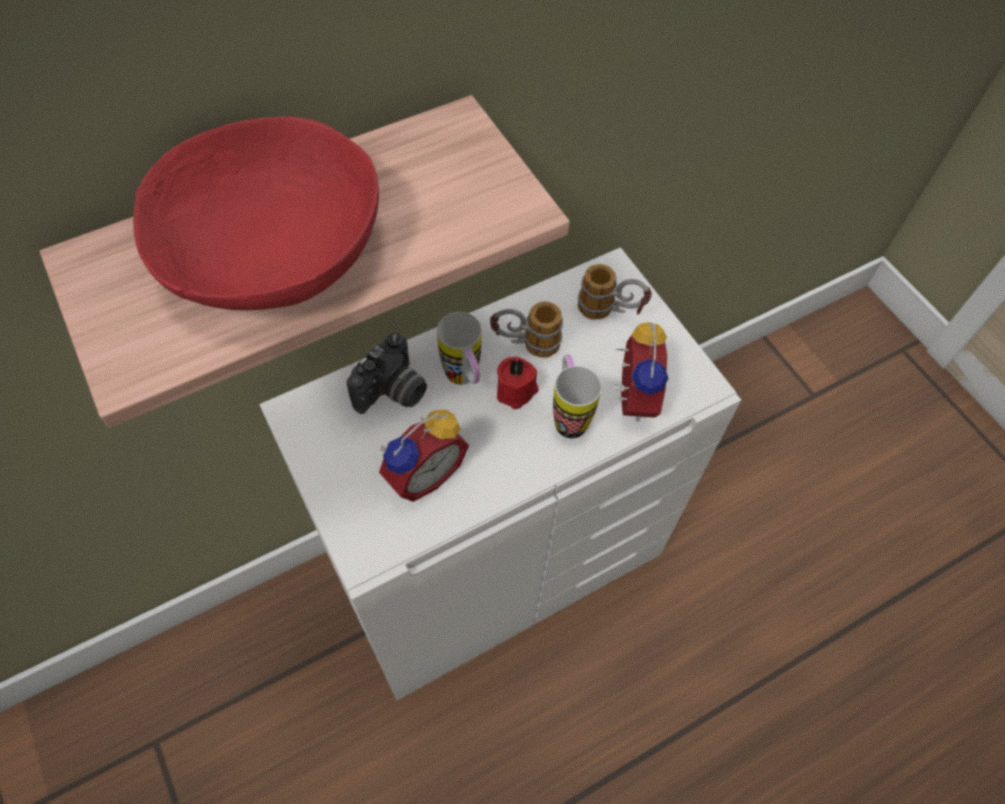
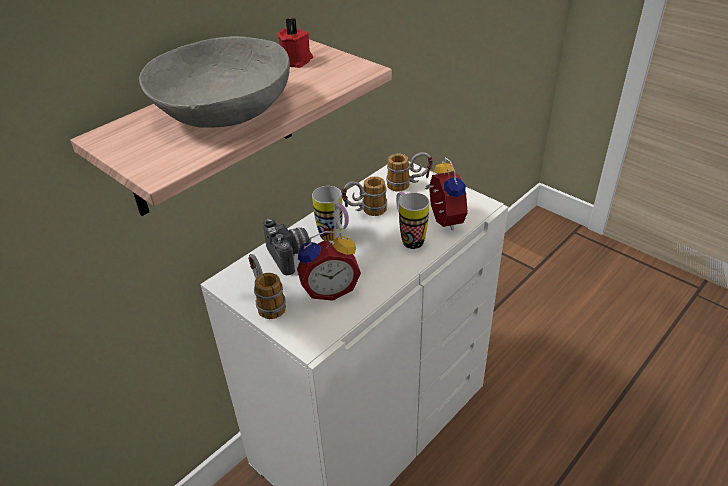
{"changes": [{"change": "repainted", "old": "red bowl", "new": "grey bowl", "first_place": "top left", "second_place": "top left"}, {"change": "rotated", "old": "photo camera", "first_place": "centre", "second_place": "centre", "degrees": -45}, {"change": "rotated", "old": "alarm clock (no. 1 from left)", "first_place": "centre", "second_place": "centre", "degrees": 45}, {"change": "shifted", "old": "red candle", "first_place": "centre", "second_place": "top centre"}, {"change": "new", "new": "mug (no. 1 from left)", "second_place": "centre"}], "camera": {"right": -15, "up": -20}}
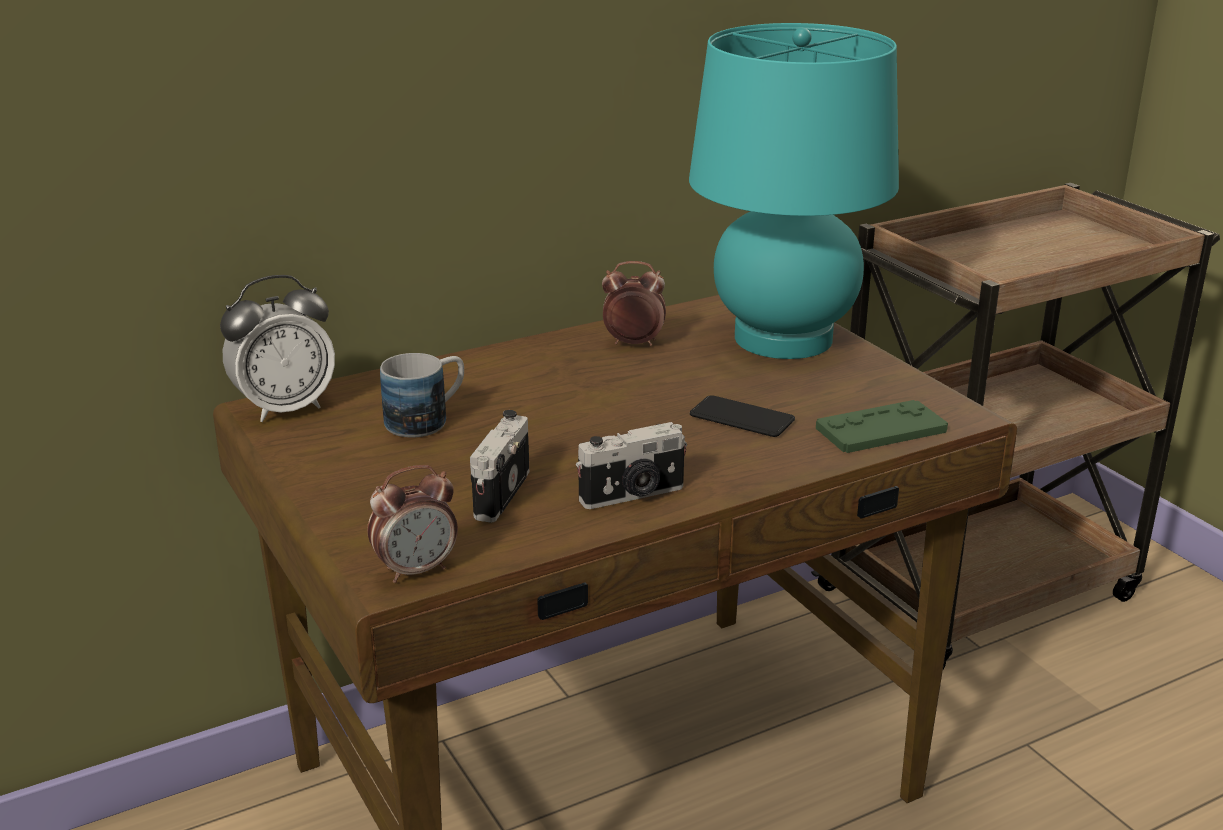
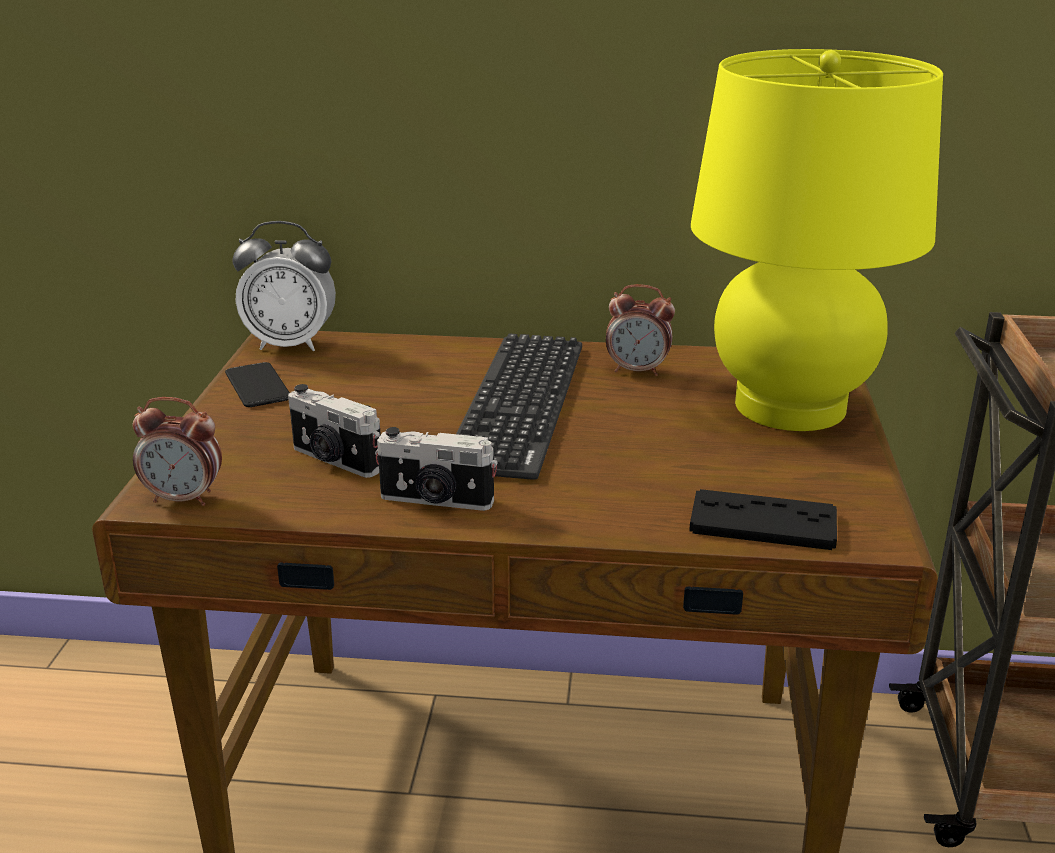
{"changes": [{"change": "gone", "old": "mug", "first_place": "centre"}, {"change": "rotated", "old": "photo camera (no. 1 from left)", "first_place": "centre", "second_place": "middle left", "degrees": -105}, {"change": "rotated", "old": "alarm clock (no. 3 from left)", "first_place": "centre", "second_place": "centre", "degrees": 150}, {"change": "repainted", "old": "turquoise table lamp", "new": "yellow table lamp", "first_place": "top centre", "second_place": "top right"}, {"change": "shifted", "old": "phone", "first_place": "centre", "second_place": "middle left"}, {"change": "repainted", "old": "green game controller", "new": "black game controller", "first_place": "middle right", "second_place": "middle right"}, {"change": "new", "new": "keyboard", "second_place": "centre"}], "camera": {"right": 35, "up": 0}}
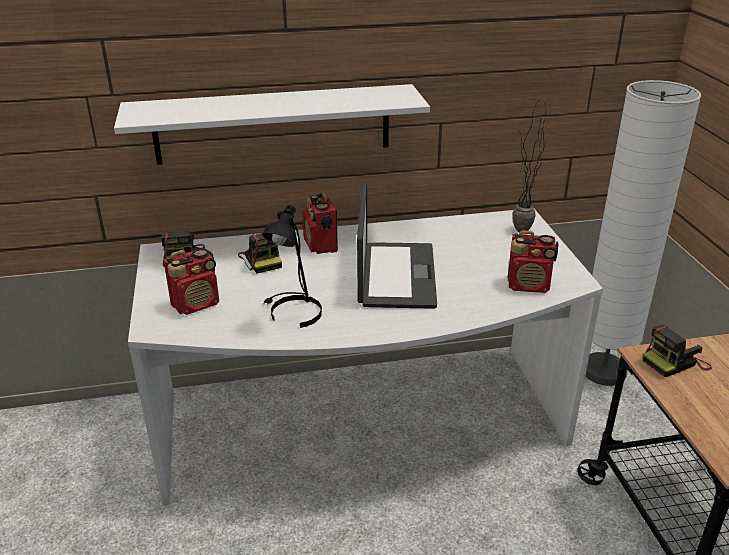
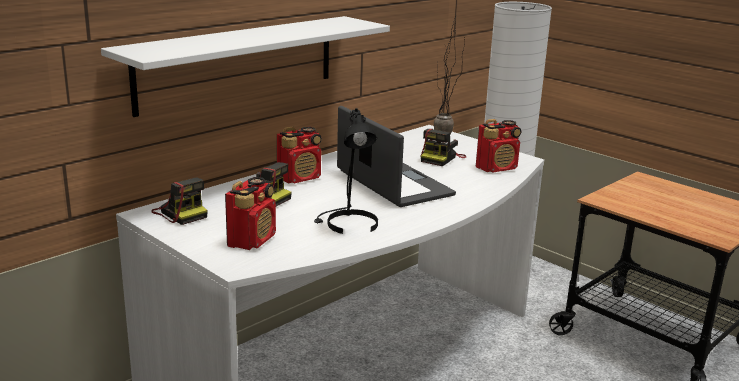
{"changes": [{"change": "rotated", "old": "radio (no. 2 from left)", "first_place": "centre", "second_place": "centre", "degrees": -75}, {"change": "shifted", "old": "photo camera (no. 3 from left)", "first_place": "middle right", "second_place": "centre"}], "camera": {"right": -35, "up": -10}}
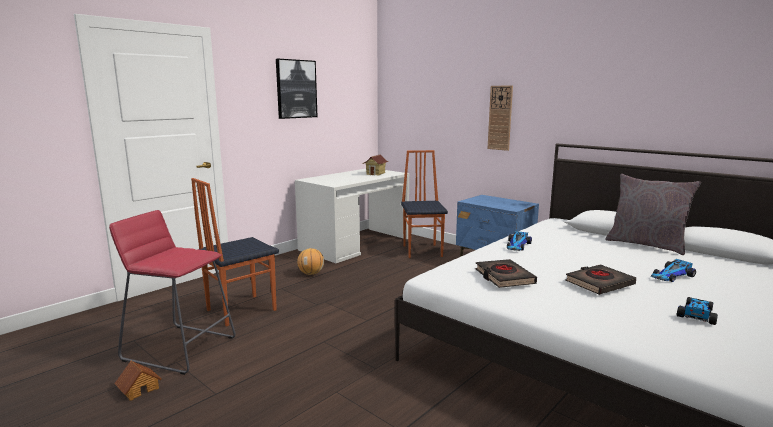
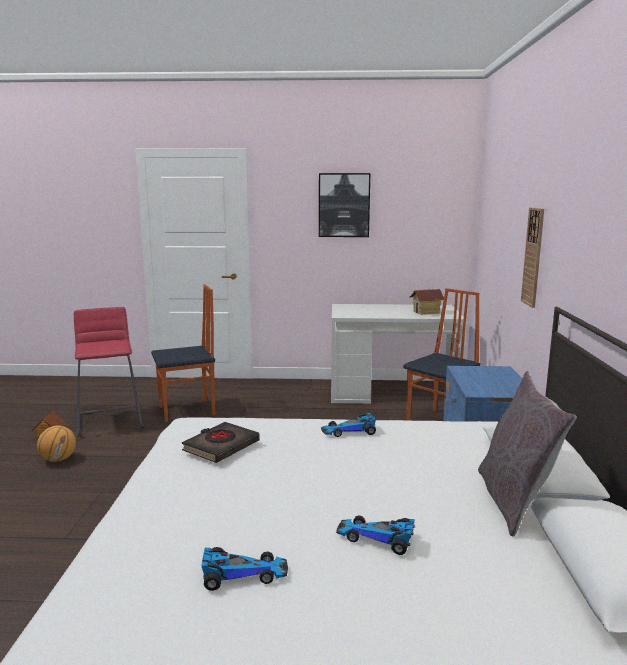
{"changes": [{"change": "rotated", "old": "chair (no. 1 from left)", "first_place": "middle left", "second_place": "middle left", "degrees": 150}, {"change": "shifted", "old": "basketball", "first_place": "centre", "second_place": "middle left"}, {"change": "gone", "old": "black book (no. 2 from left)", "first_place": "middle right"}], "camera": {"right": 50, "up": 0}}
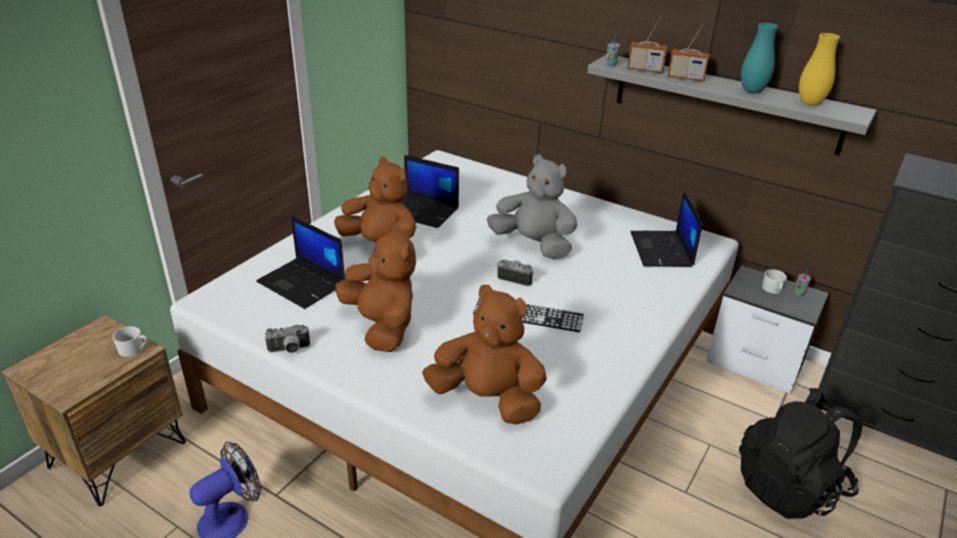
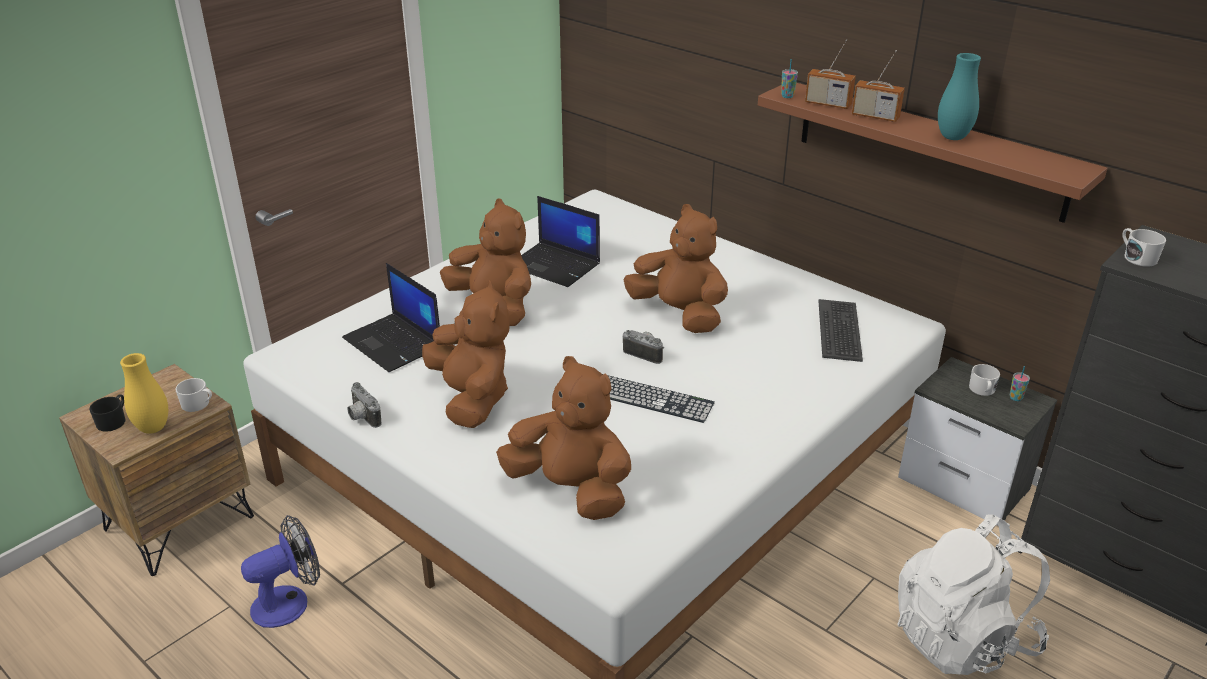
{"changes": [{"change": "rotated", "old": "photo camera (no. 1 from left)", "first_place": "middle left", "second_place": "middle left", "degrees": 60}, {"change": "repainted", "old": "grey plush toy", "new": "brown plush toy (no. 4 from left)", "first_place": "centre", "second_place": "centre"}, {"change": "repainted", "old": "grey shelf", "new": "brown shelf", "first_place": "top right", "second_place": "top right"}, {"change": "swapped", "old": "laptop (no. 3 from left)", "new": "keyboard (no. 2 from left)", "first_place": "middle right", "second_place": "middle right"}, {"change": "repainted", "old": "black backpack", "new": "white backpack", "first_place": "bottom right", "second_place": "bottom right"}, {"change": "shifted", "old": "yellow vase", "first_place": "top right", "second_place": "middle left"}, {"change": "new", "new": "black mug", "second_place": "middle left"}, {"change": "new", "new": "white mug (no. 3 from left)", "second_place": "middle right"}], "camera": {"right": 10, "up": 0}}
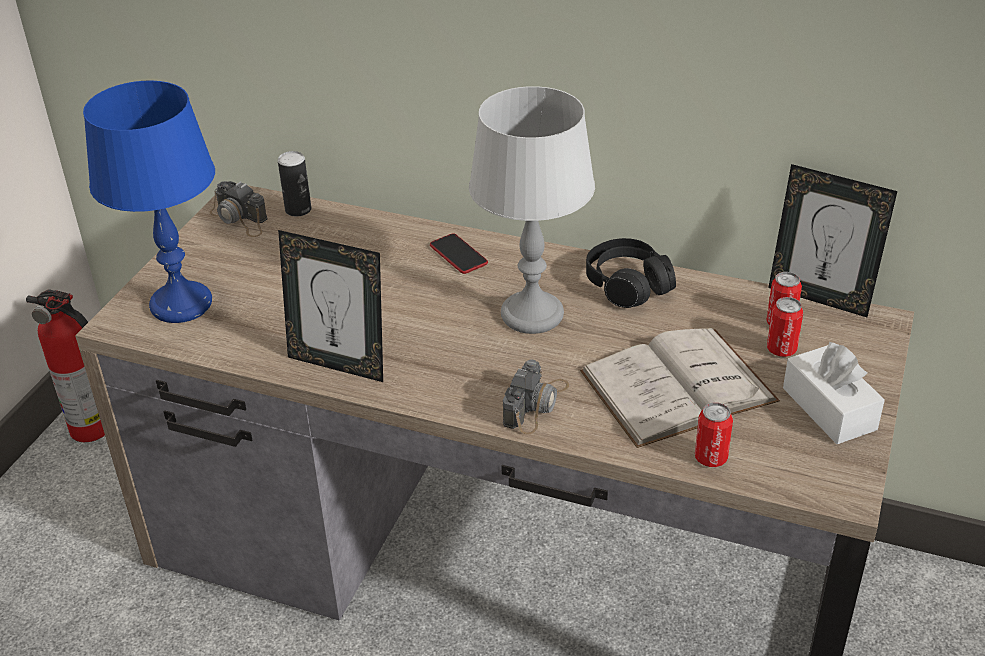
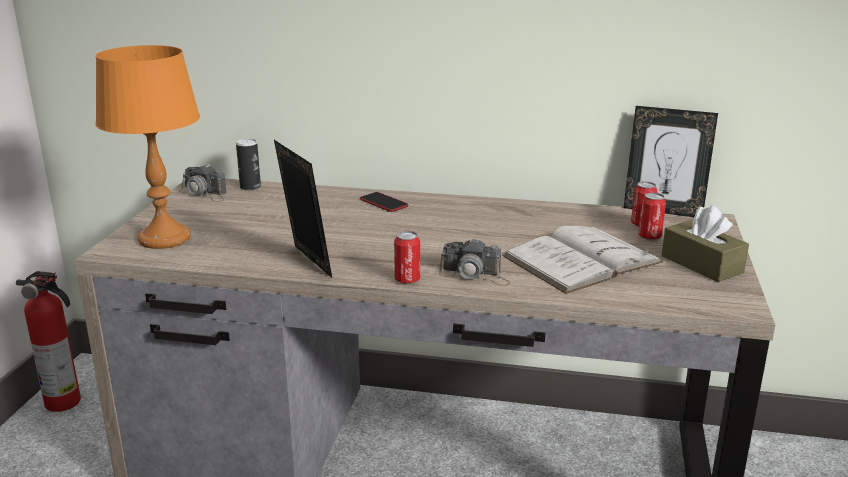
{"changes": [{"change": "repainted", "old": "blue table lamp", "new": "orange table lamp", "first_place": "top left", "second_place": "top left"}, {"change": "rotated", "old": "picture frame (no. 1 from left)", "first_place": "centre", "second_place": "centre", "degrees": -135}, {"change": "gone", "old": "grey table lamp", "first_place": "top centre"}, {"change": "rotated", "old": "photo camera (no. 2 from left)", "first_place": "centre", "second_place": "centre", "degrees": 90}, {"change": "gone", "old": "black headphones", "first_place": "centre"}, {"change": "shifted", "old": "can (no. 2 from left)", "first_place": "middle right", "second_place": "centre"}, {"change": "repainted", "old": "white tissue box", "new": "brown tissue box", "first_place": "middle right", "second_place": "middle right"}], "camera": {"right": -10, "up": -15}}
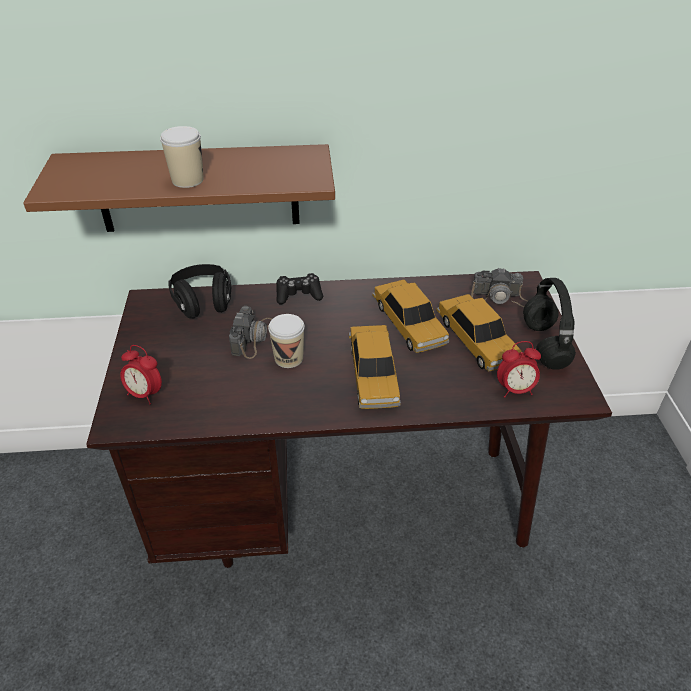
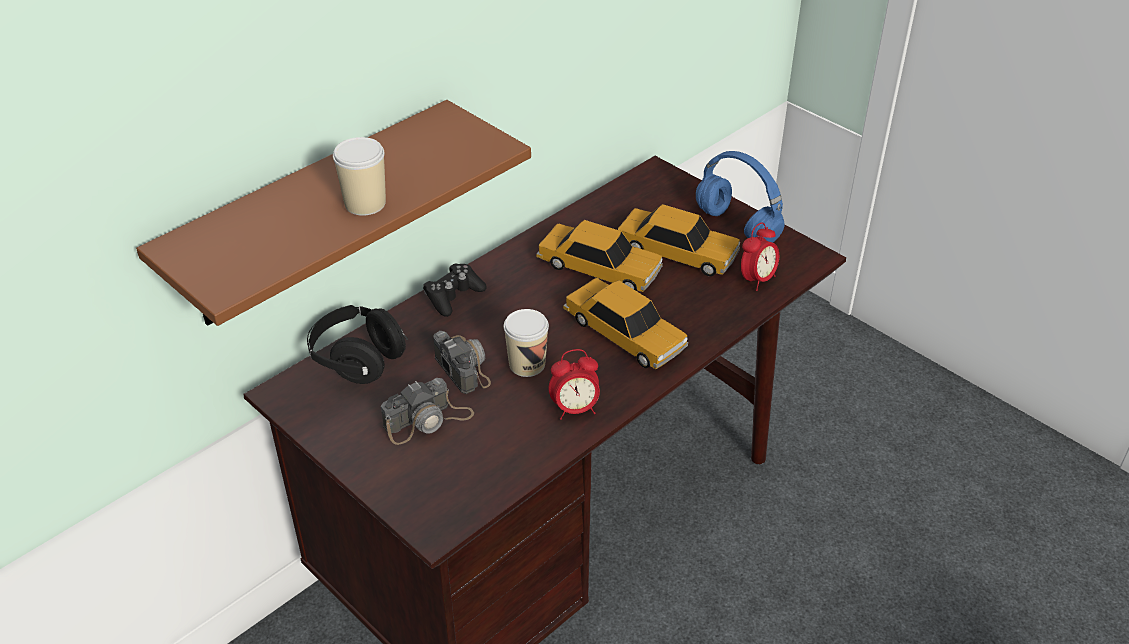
{"changes": [{"change": "shifted", "old": "alarm clock (no. 1 from left)", "first_place": "middle left", "second_place": "centre"}, {"change": "shifted", "old": "photo camera (no. 2 from left in the first image)", "new": "photo camera (no. 1 from left)", "first_place": "middle right", "second_place": "centre"}, {"change": "repainted", "old": "black headphones (no. 2 from left)", "new": "blue headphones", "first_place": "middle right", "second_place": "top centre"}], "camera": {"right": -40, "up": 0}}
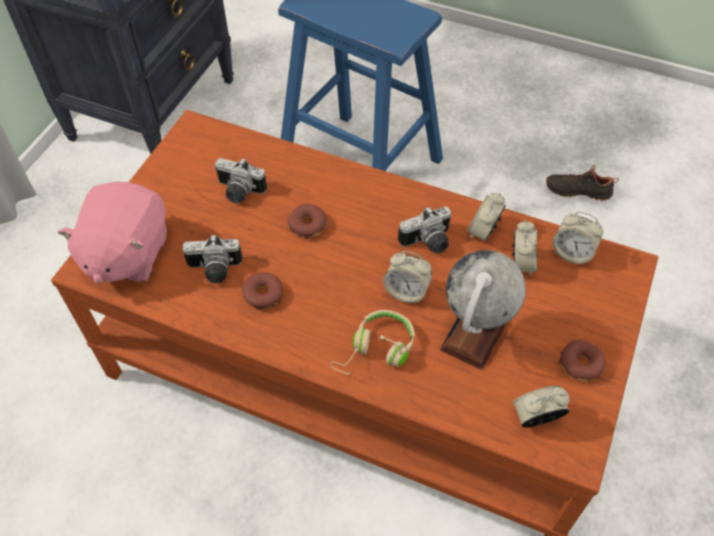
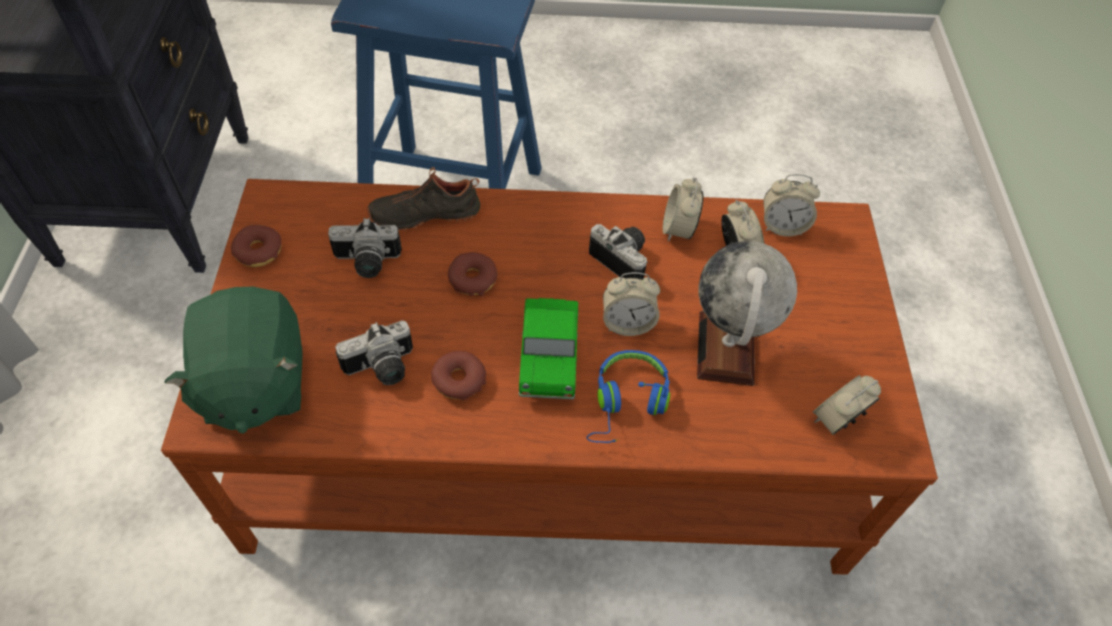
{"changes": [{"change": "repainted", "old": "pink plush toy", "new": "green plush toy", "first_place": "middle left", "second_place": "middle left"}, {"change": "repainted", "old": "beige headphones", "new": "blue headphones", "first_place": "centre", "second_place": "centre"}, {"change": "rotated", "old": "photo camera (no. 3 from left)", "first_place": "centre", "second_place": "centre", "degrees": -90}, {"change": "shifted", "old": "black shoe", "first_place": "middle right", "second_place": "top centre"}, {"change": "shifted", "old": "donut (no. 3 from left in the first image)", "new": "donut (no. 1 from left)", "first_place": "bottom right", "second_place": "middle left"}, {"change": "new", "new": "toy car", "second_place": "centre"}], "camera": {"right": -25, "up": 0}}
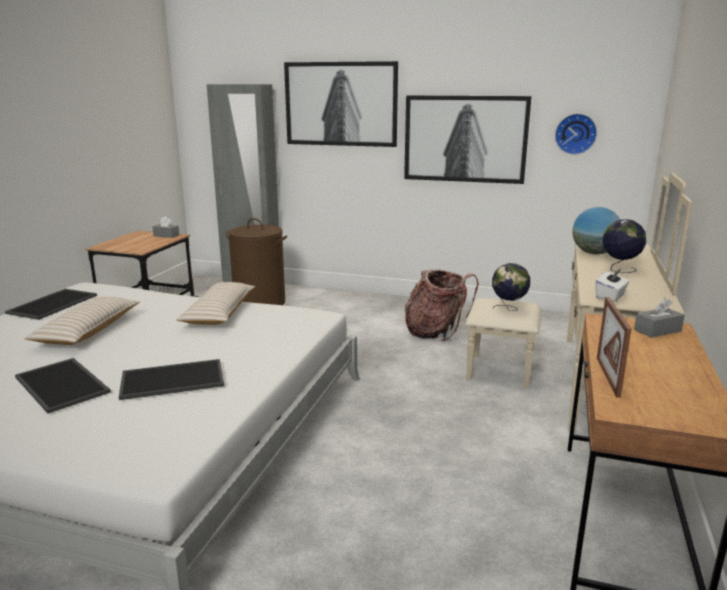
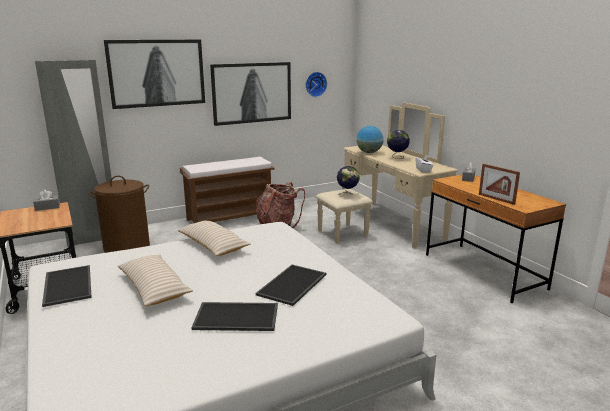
{"changes": [{"change": "new", "new": "brown bench", "second_place": "centre"}], "camera": {"right": -45, "up": 0}}
